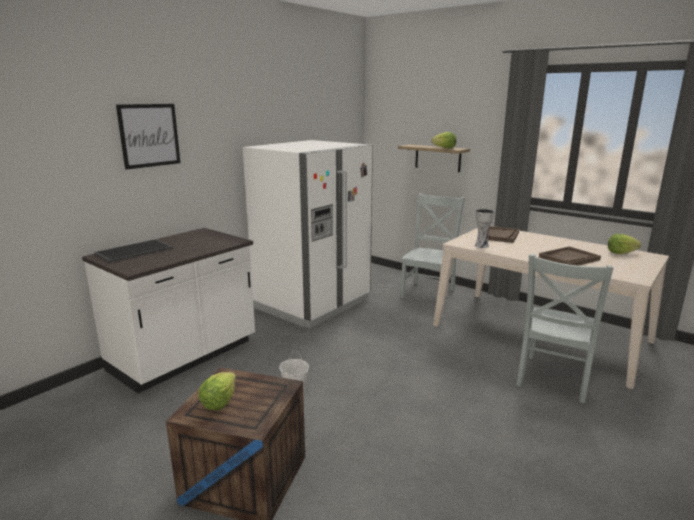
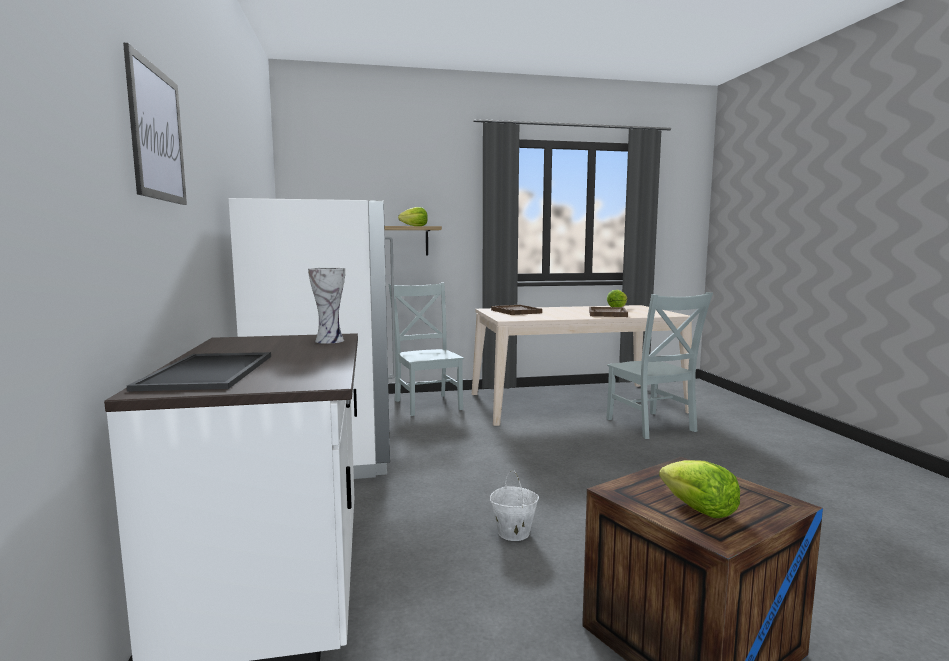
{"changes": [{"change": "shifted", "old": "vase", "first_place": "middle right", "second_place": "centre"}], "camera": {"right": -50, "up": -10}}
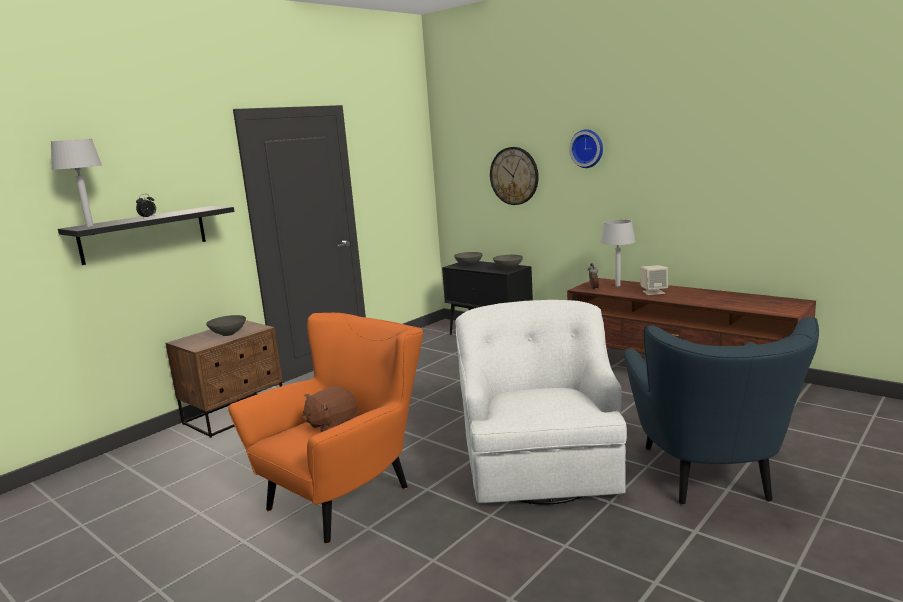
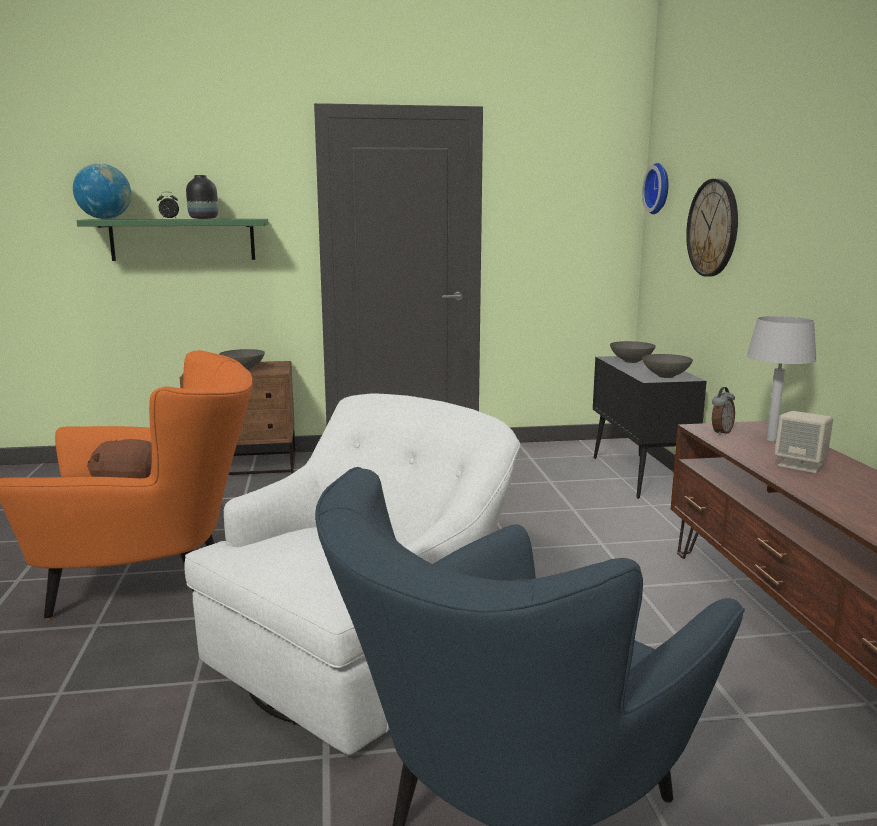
{"changes": [{"change": "swapped", "old": "grey table lamp (no. 1 from left)", "new": "globe", "first_place": "top left", "second_place": "top left"}, {"change": "repainted", "old": "black shelf", "new": "green shelf", "first_place": "middle left", "second_place": "top left"}, {"change": "shifted", "old": "wall clock (no. 2 from left in the first image)", "new": "wall clock (no. 1 from left)", "first_place": "top centre", "second_place": "top right"}, {"change": "new", "new": "black vase", "second_place": "top left"}], "camera": {"right": 40, "up": 0}}
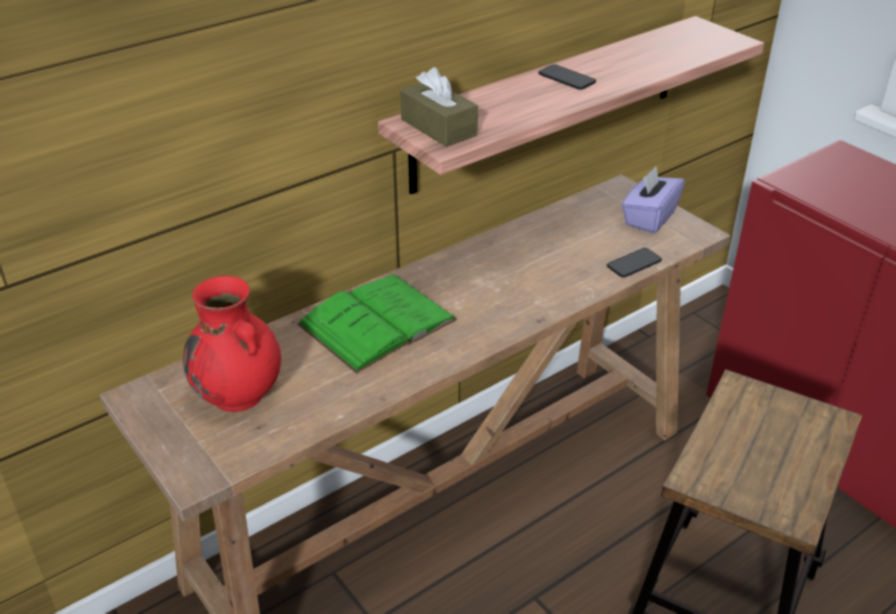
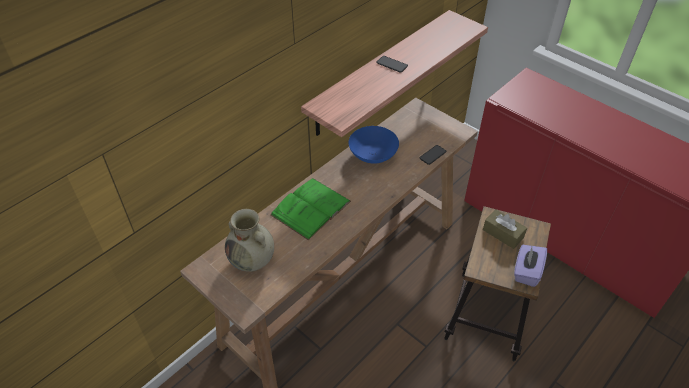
{"changes": [{"change": "repainted", "old": "red vase", "new": "beige vase", "first_place": "middle left", "second_place": "centre"}, {"change": "shifted", "old": "brown tissue box", "first_place": "top centre", "second_place": "middle right"}, {"change": "shifted", "old": "purple tissue box", "first_place": "top right", "second_place": "bottom right"}, {"change": "new", "new": "blue bowl", "second_place": "centre"}], "camera": {"right": -10, "up": 10}}
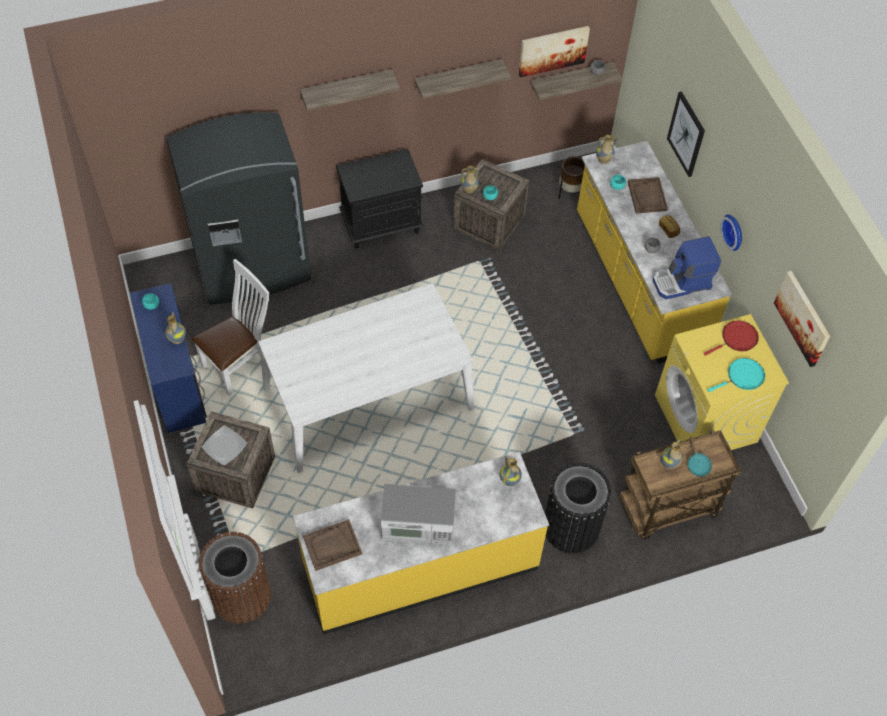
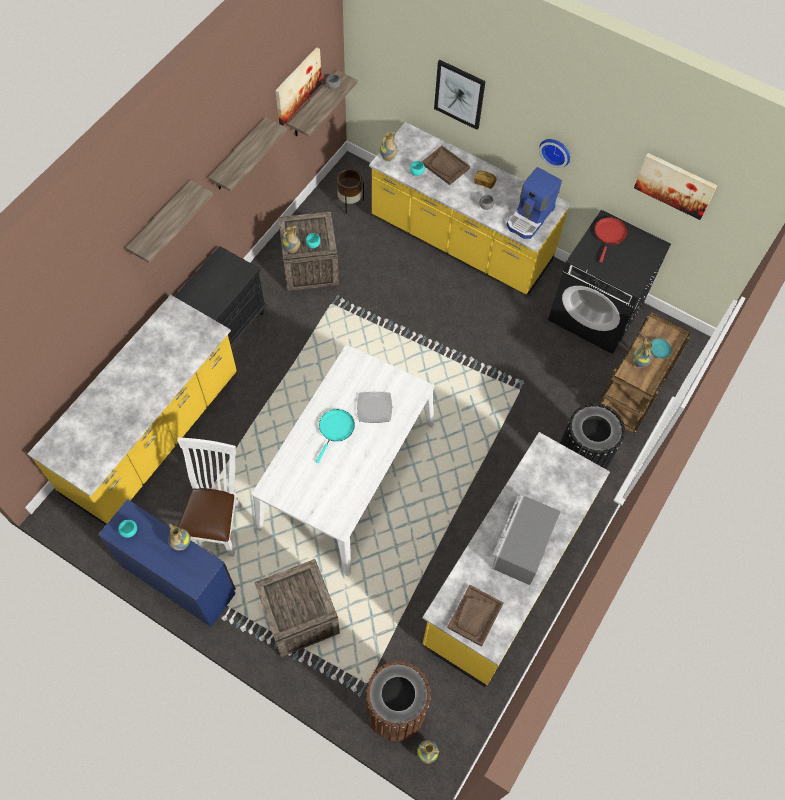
{"changes": [{"change": "swapped", "old": "grey fridge", "new": "yellow counter (no. 1 from left)", "first_place": "top left", "second_place": "middle left"}, {"change": "shifted", "old": "plate", "first_place": "middle left", "second_place": "centre"}, {"change": "rotated", "old": "microwave", "first_place": "bottom centre", "second_place": "bottom right", "degrees": 150}, {"change": "shifted", "old": "vase (no. 3 from left in the first image)", "new": "vase (no. 4 from left)", "first_place": "centre", "second_place": "bottom centre"}, {"change": "repainted", "old": "yellow washing machine", "new": "black washing machine", "first_place": "middle right", "second_place": "middle right"}, {"change": "shifted", "old": "turquoise frying pan (no. 2 from left in the first image)", "new": "turquoise frying pan (no. 1 from left)", "first_place": "middle right", "second_place": "centre"}], "camera": {"right": -40, "up": 5}}
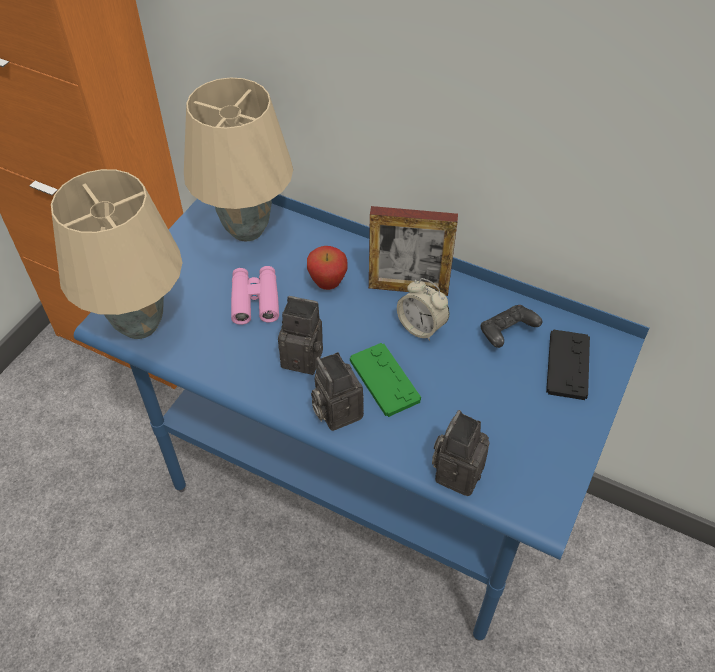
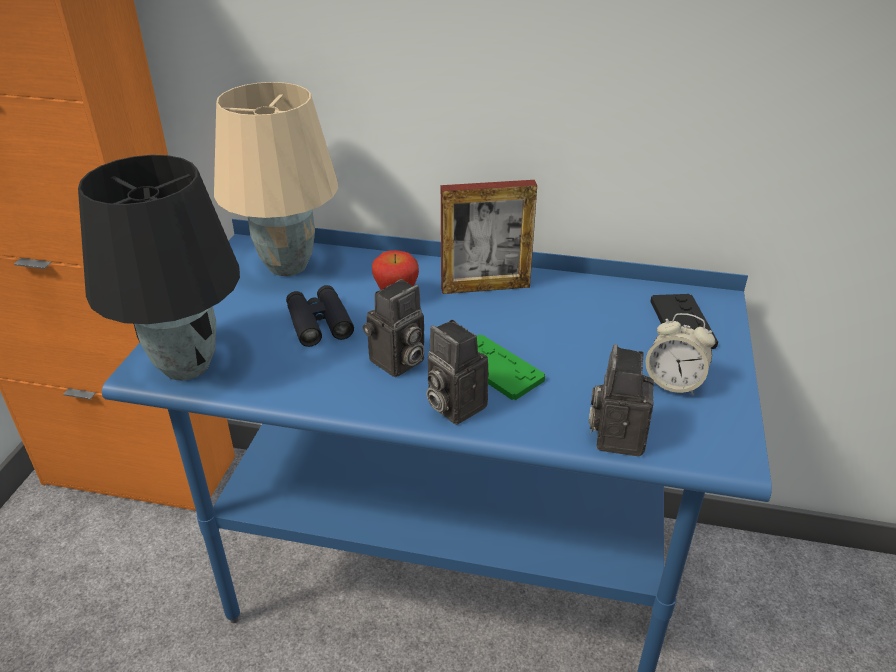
{"changes": [{"change": "repainted", "old": "beige table lamp (no. 1 from left)", "new": "black table lamp", "first_place": "middle left", "second_place": "middle left"}, {"change": "repainted", "old": "pink binoculars", "new": "black binoculars", "first_place": "centre", "second_place": "centre"}, {"change": "rotated", "old": "photo camera (no. 1 from left)", "first_place": "centre", "second_place": "centre", "degrees": 135}, {"change": "shifted", "old": "alarm clock", "first_place": "centre", "second_place": "middle right"}, {"change": "gone", "old": "black game controller (no. 1 from left)", "first_place": "middle right"}], "camera": {"right": -15, "up": -15}}
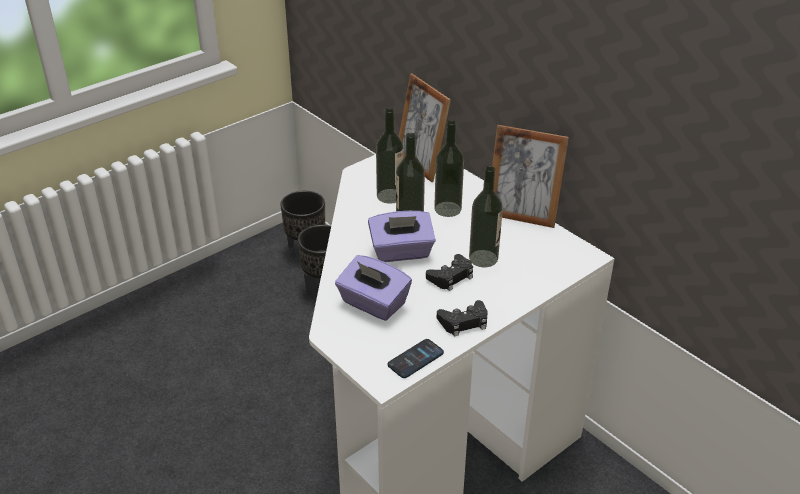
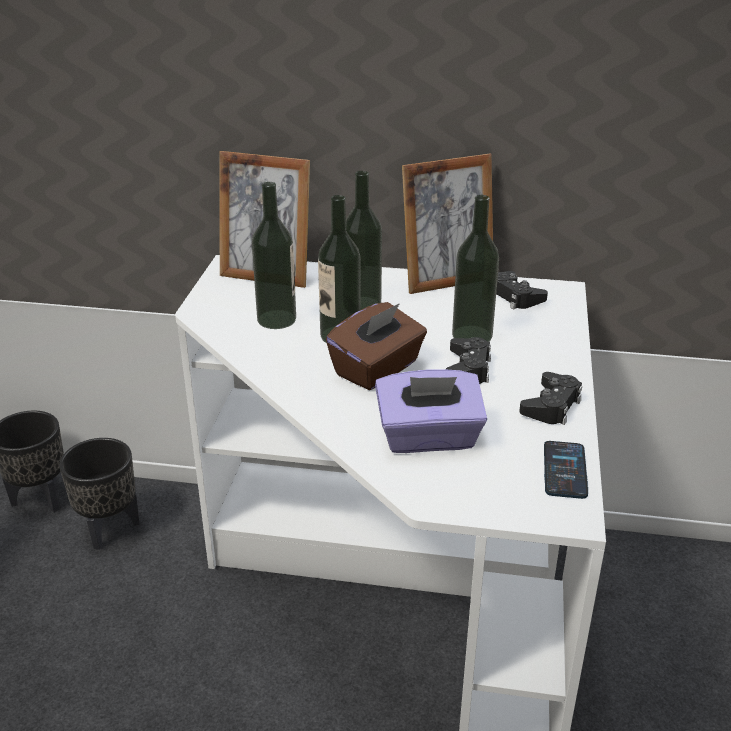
{"changes": [{"change": "repainted", "old": "purple tissue box (no. 2 from left)", "new": "brown tissue box", "first_place": "centre", "second_place": "centre"}, {"change": "new", "new": "black game controller (no. 2 from left)", "second_place": "middle right"}], "camera": {"right": -40, "up": -5}}
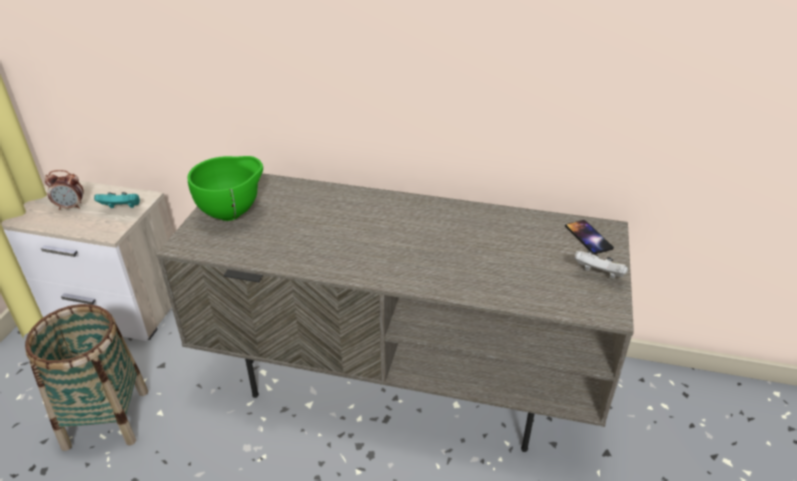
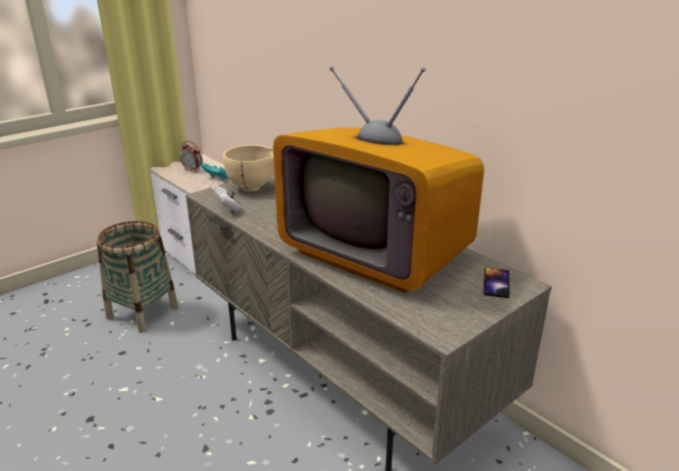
{"changes": [{"change": "repainted", "old": "green bowl", "new": "beige bowl", "first_place": "middle left", "second_place": "centre"}, {"change": "shifted", "old": "white game controller", "first_place": "middle right", "second_place": "middle left"}, {"change": "new", "new": "television", "second_place": "centre"}], "camera": {"right": 35, "up": -10}}
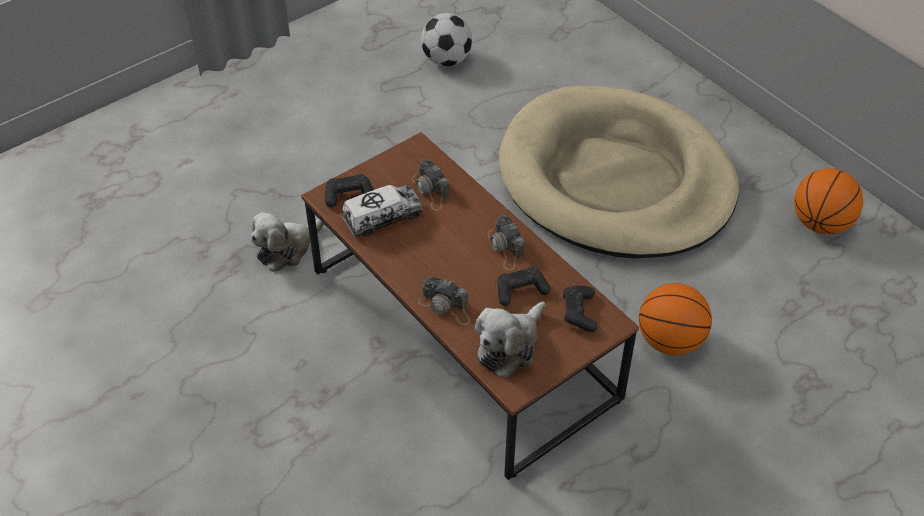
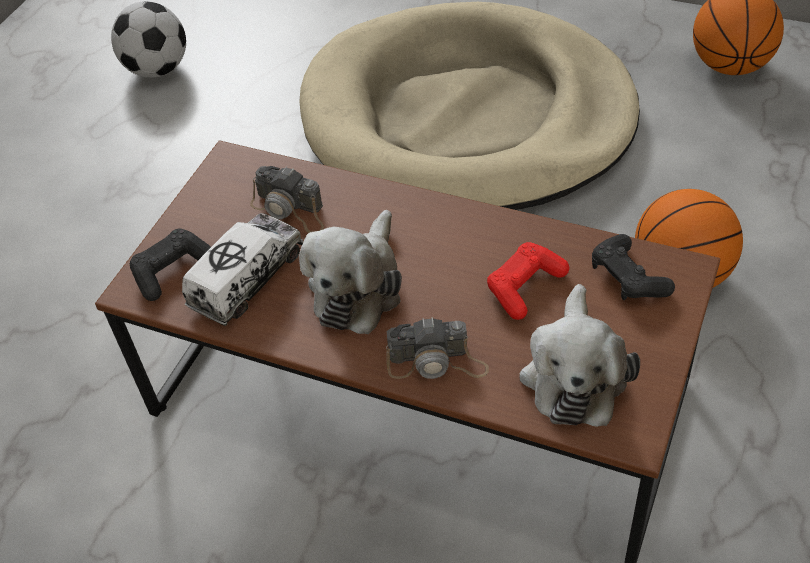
{"changes": [{"change": "shifted", "old": "plush toy (no. 1 from left)", "first_place": "middle left", "second_place": "centre"}, {"change": "gone", "old": "photo camera (no. 3 from left)", "first_place": "centre"}, {"change": "repainted", "old": "black game controller (no. 2 from left)", "new": "red game controller", "first_place": "centre", "second_place": "centre"}], "camera": {"right": -25, "up": 0}}
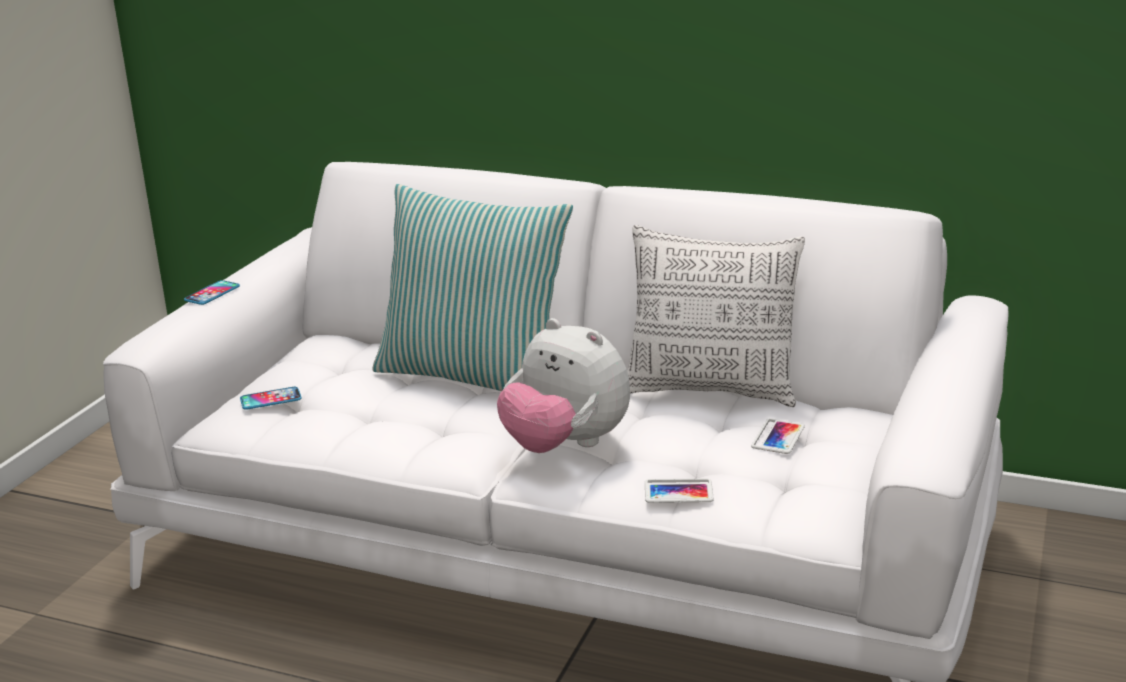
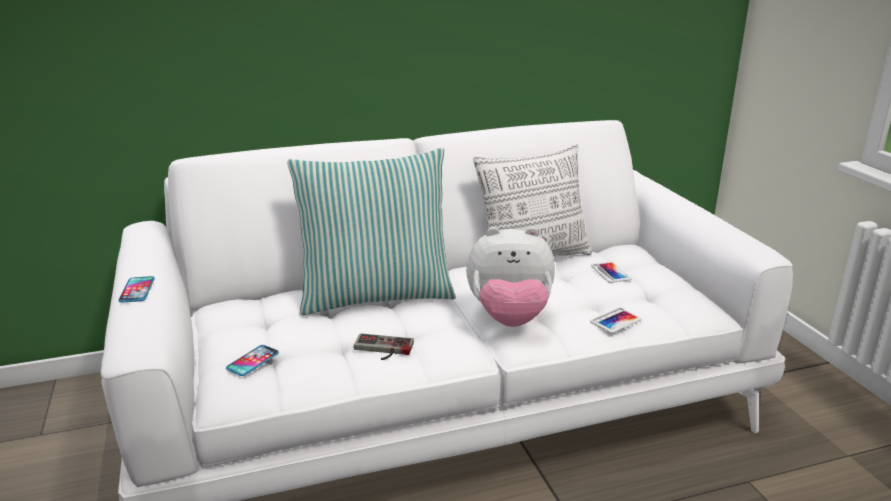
{"changes": [{"change": "new", "new": "game controller", "second_place": "bottom centre"}], "camera": {"right": -40, "up": 0}}
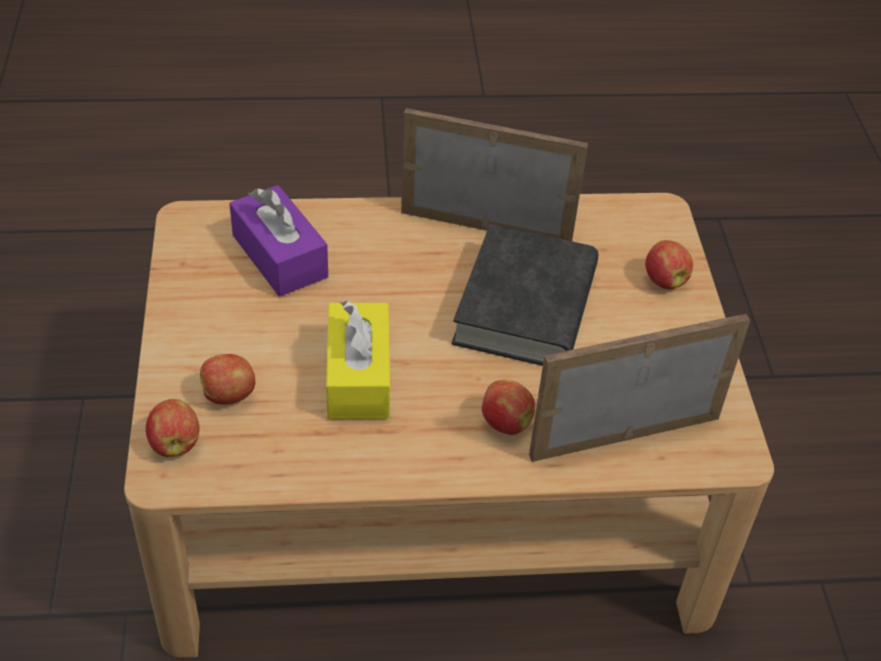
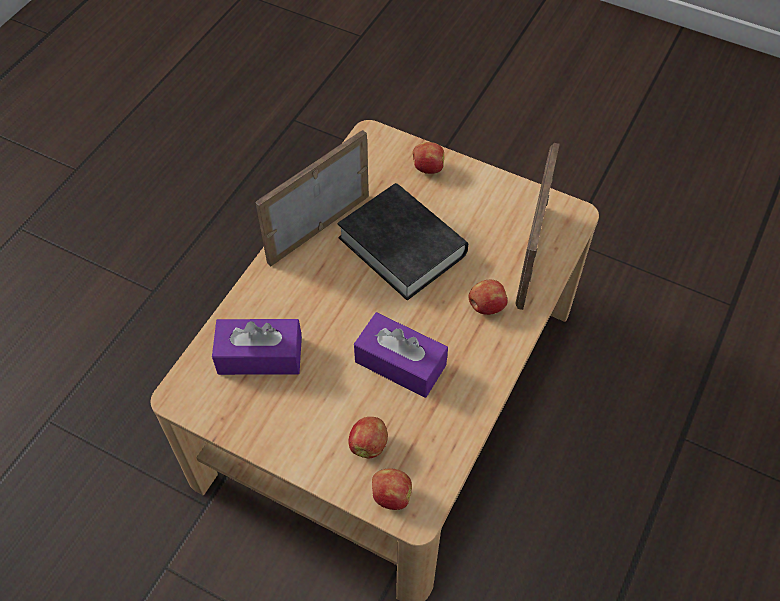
{"changes": [{"change": "repainted", "old": "yellow tissue box", "new": "purple tissue box (no. 2 from left)", "first_place": "centre", "second_place": "centre"}], "camera": {"right": -55, "up": 10}}
